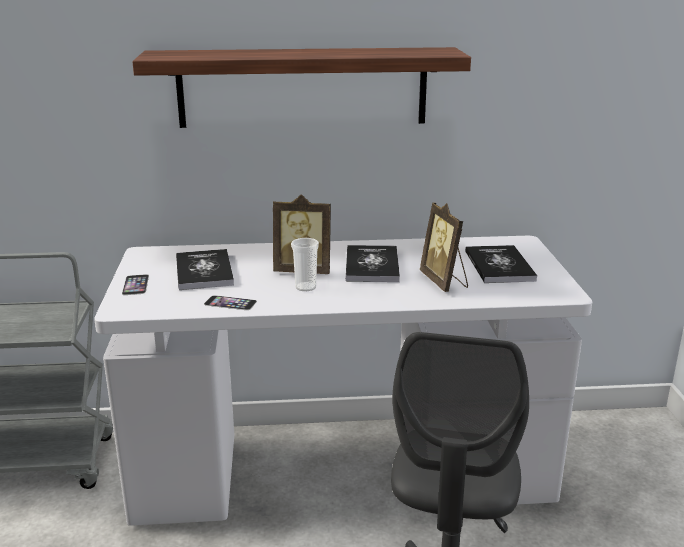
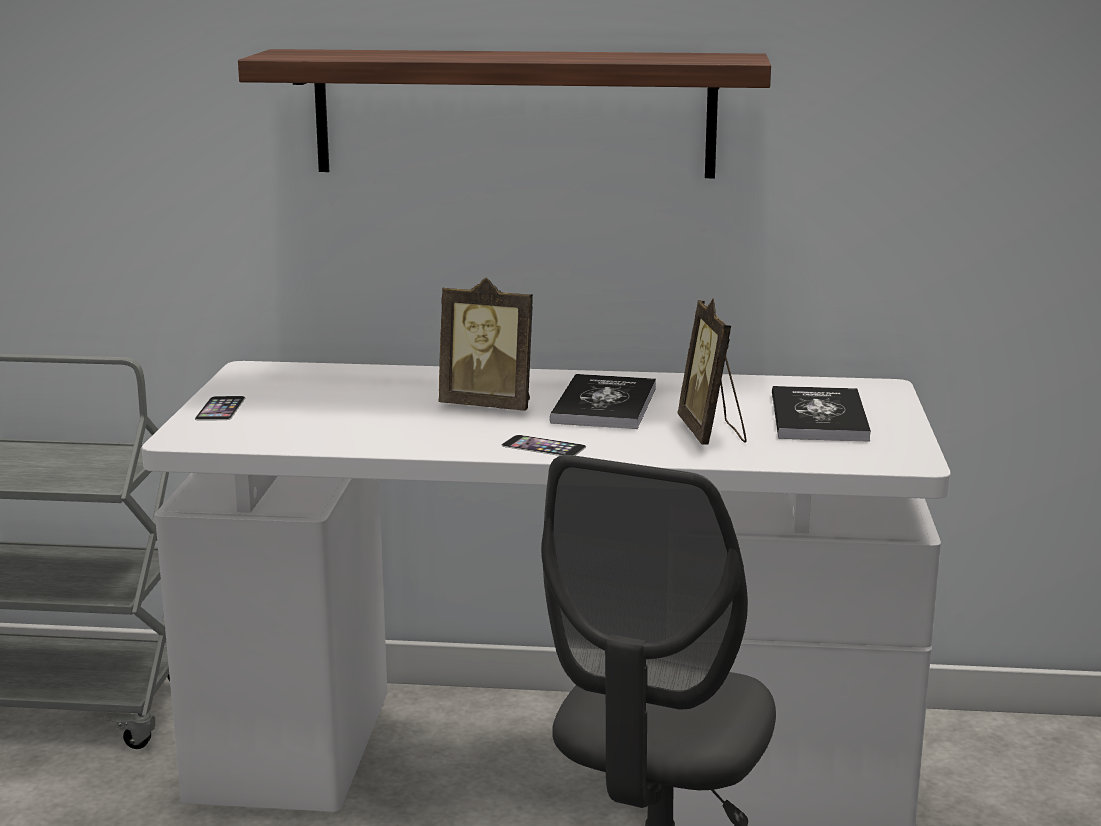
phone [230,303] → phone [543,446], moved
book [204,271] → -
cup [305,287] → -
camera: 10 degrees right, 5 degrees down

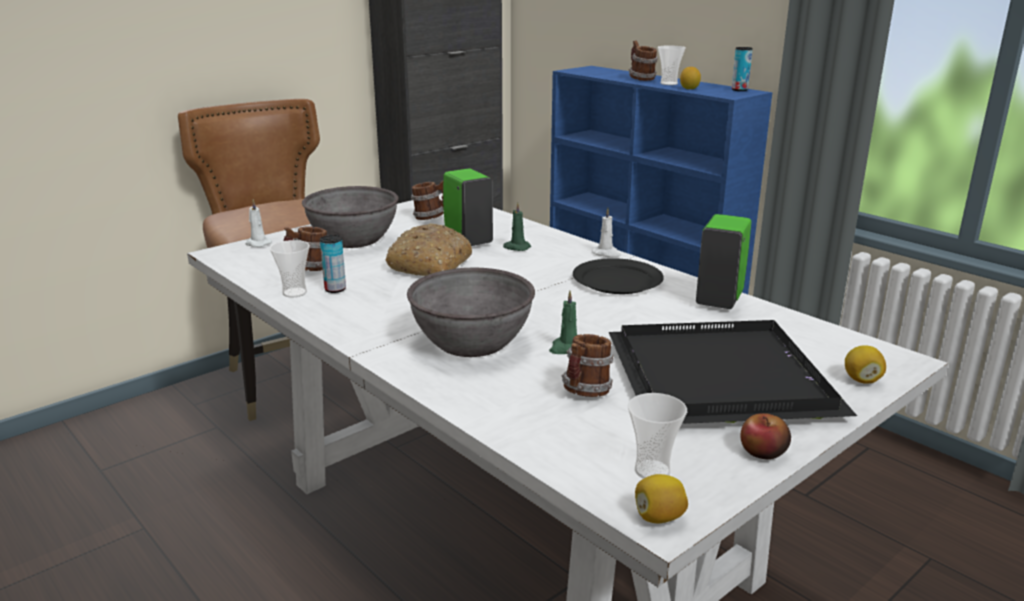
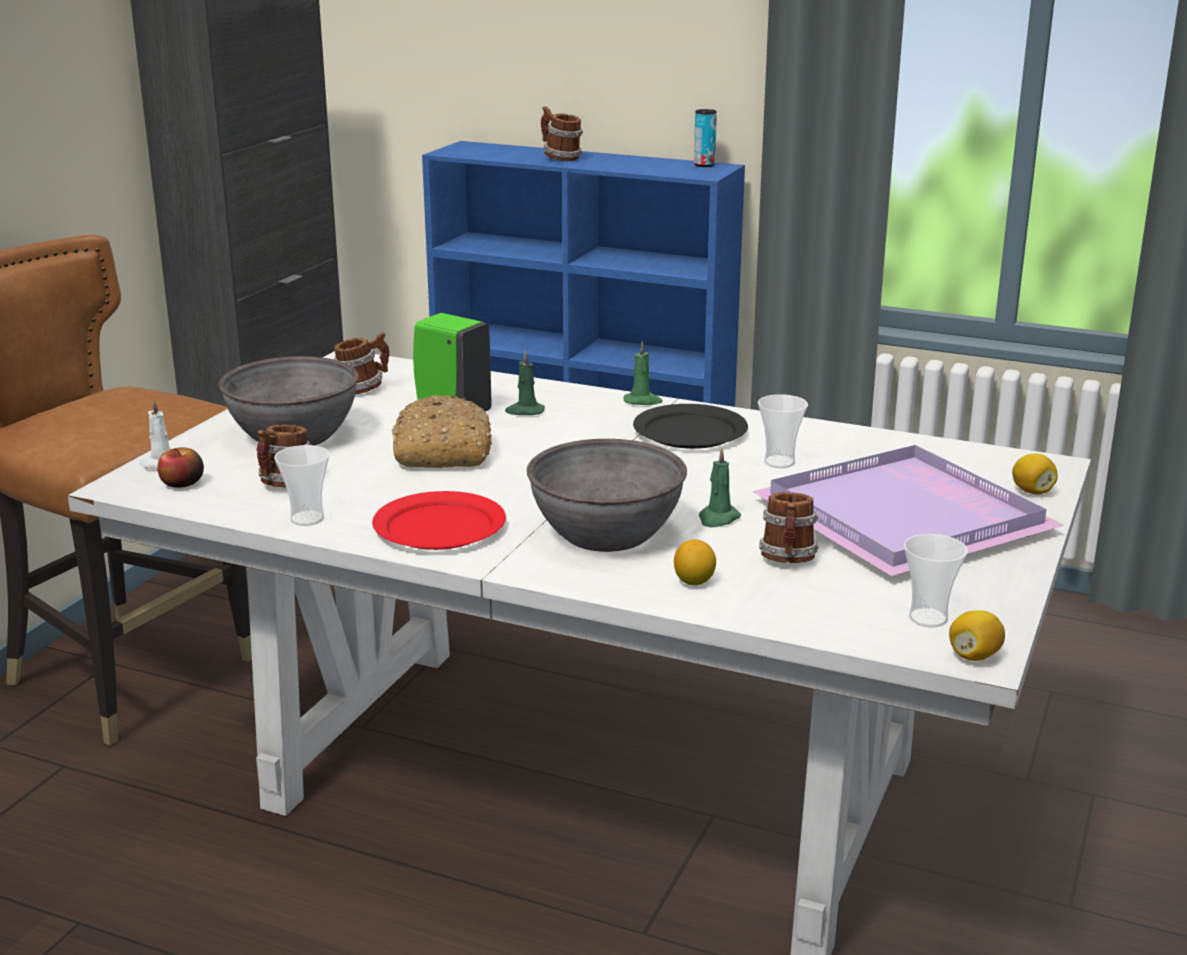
apple [763,452] → apple [182,483], moved
- → red plate [438,527]
white candle [606,254] → green candle [643,401]
lemon [689,89] → lemon [694,582], moved
black tray [725,380] → purple tray [909,518]
cup [668,83] → cup [779,462], moved
can [335,289] → -
green soap dispenser [719,300] → -
camera: 25 degrees left, 0 degrees up

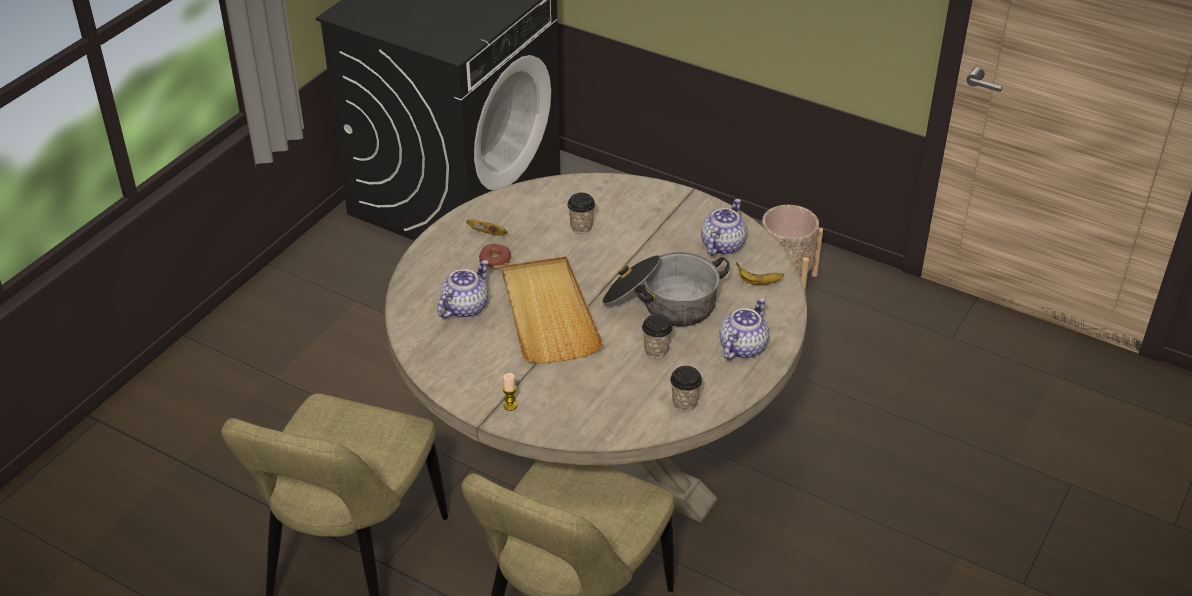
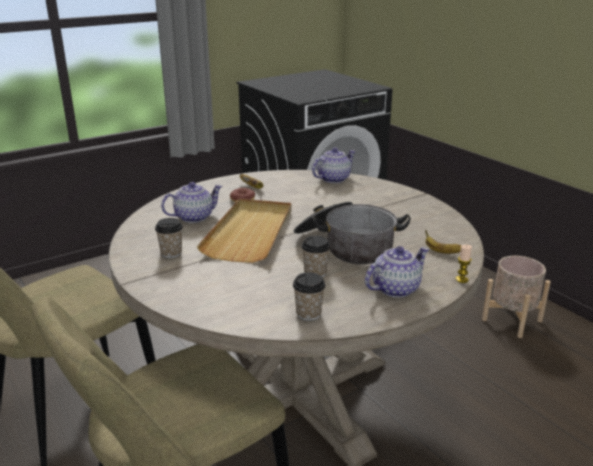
cup [581,227] → cup [171,253], moved
teapot [722,245] → teapot [333,179], moved
candle [510,405] → candle [461,279], moved
camera: 25 degrees right, 15 degrees down

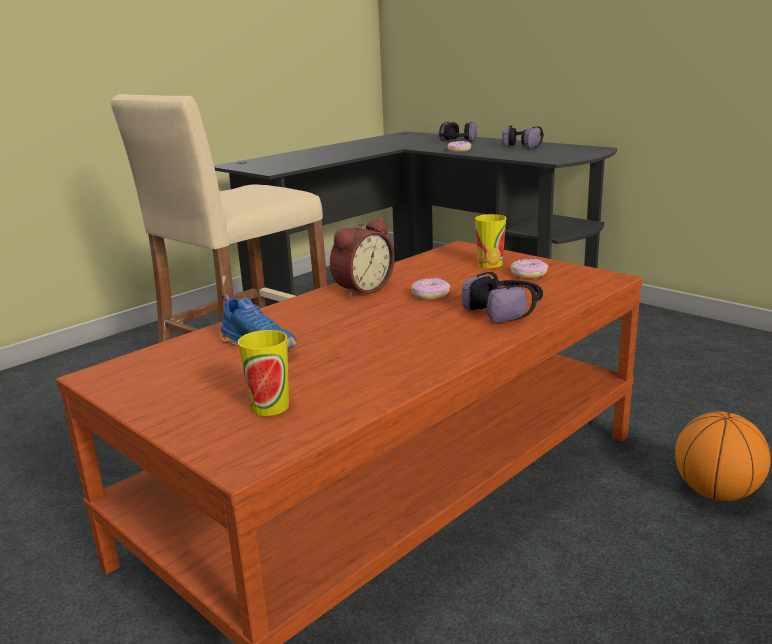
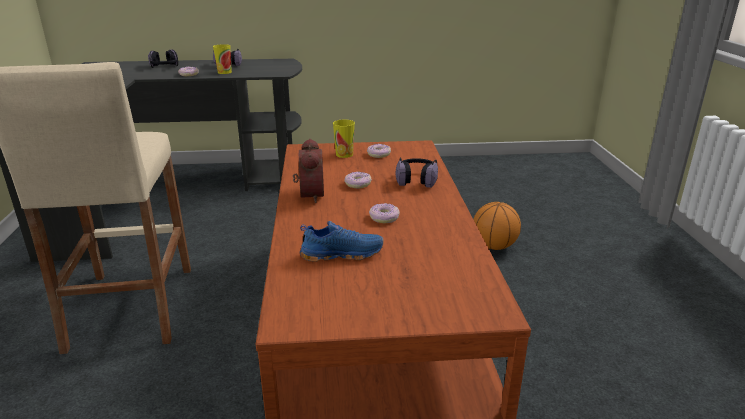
cup [270,406] → cup [224,72], moved
- → donut [384,218]
camera: 50 degrees left, 5 degrees up

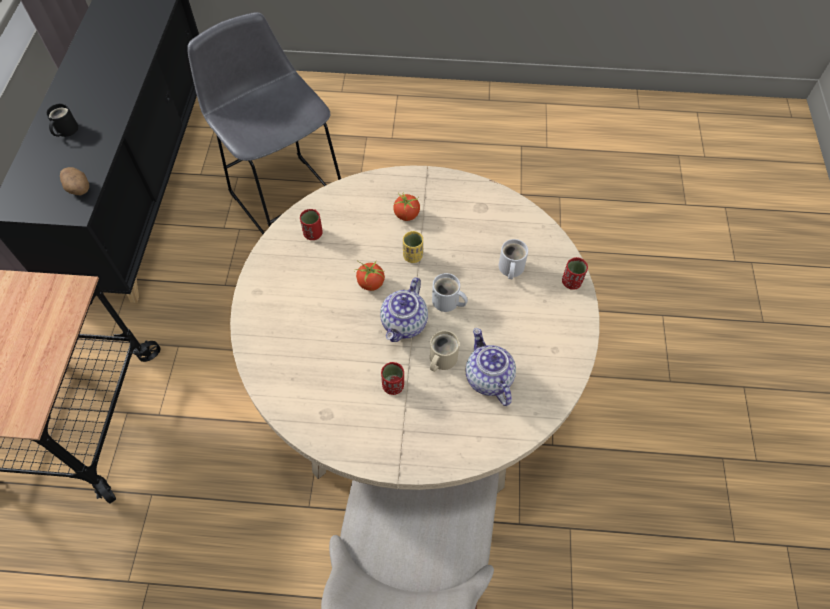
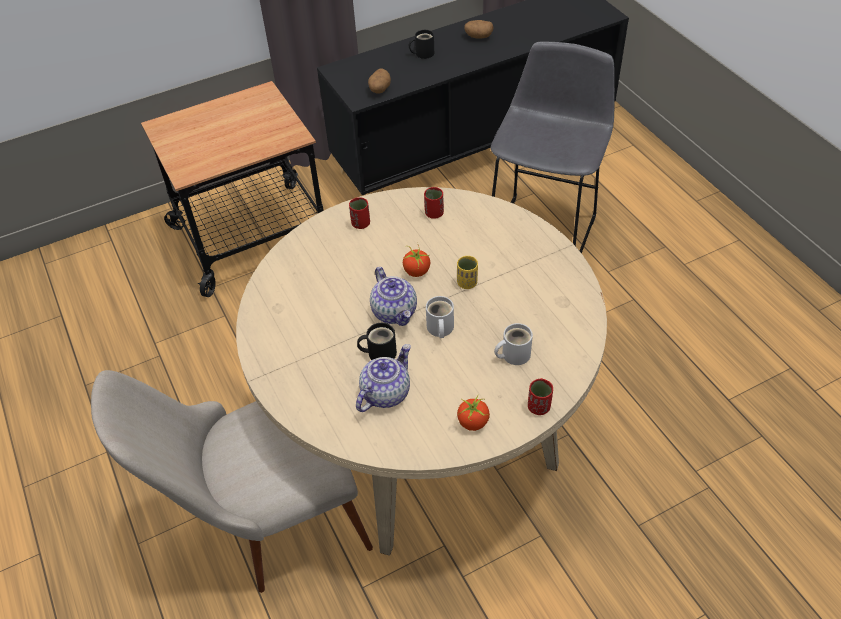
red cup [393,386] → red cup [361,224], moved
beige mug [441,359] → black mug [379,352]
teapot [404,324] → teapot [395,312], 105 degrees counterclockwise
tomato [407,215] → tomato [473,422], moved
- → potato [478,37]
camera: 60 degrees right, 10 degrees down

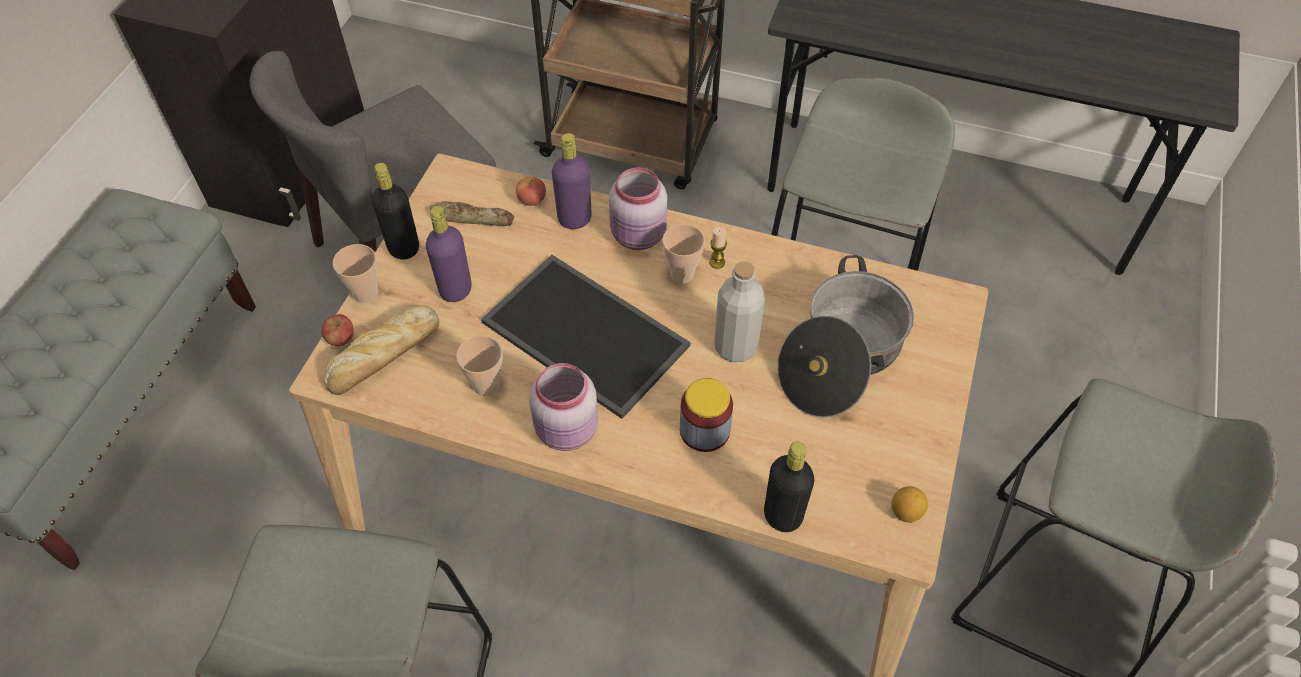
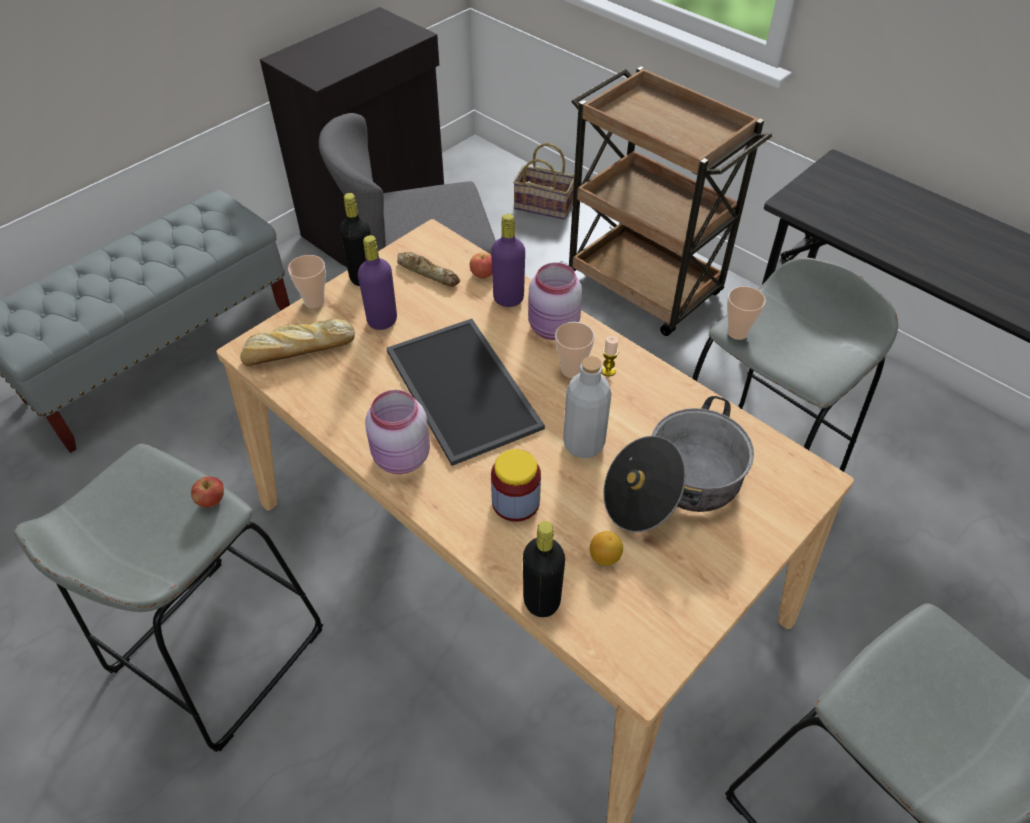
apple [341,339] → apple [211,500], moved
- → basket [545,206]
lemon [906,512] → lemon [604,557], moved
cup [486,386] → cup [737,332], moved
camera: 25 degrees right, 5 degrees down

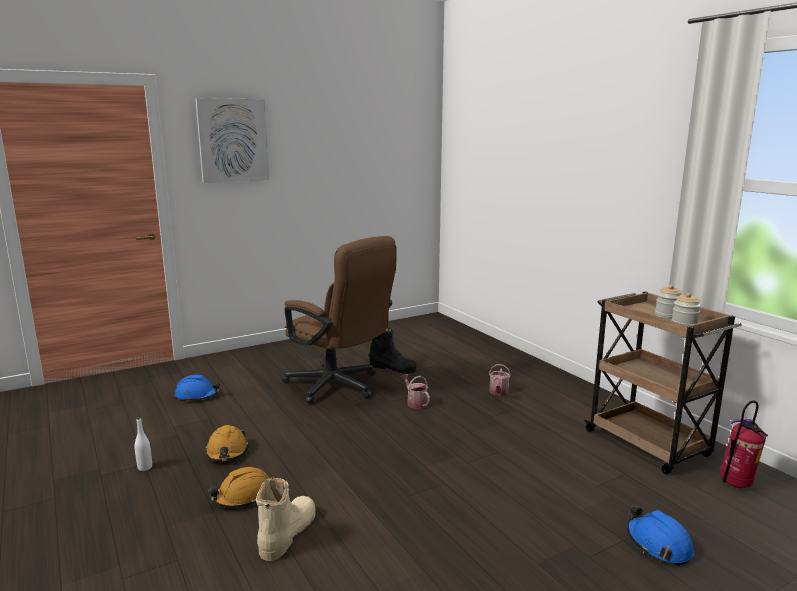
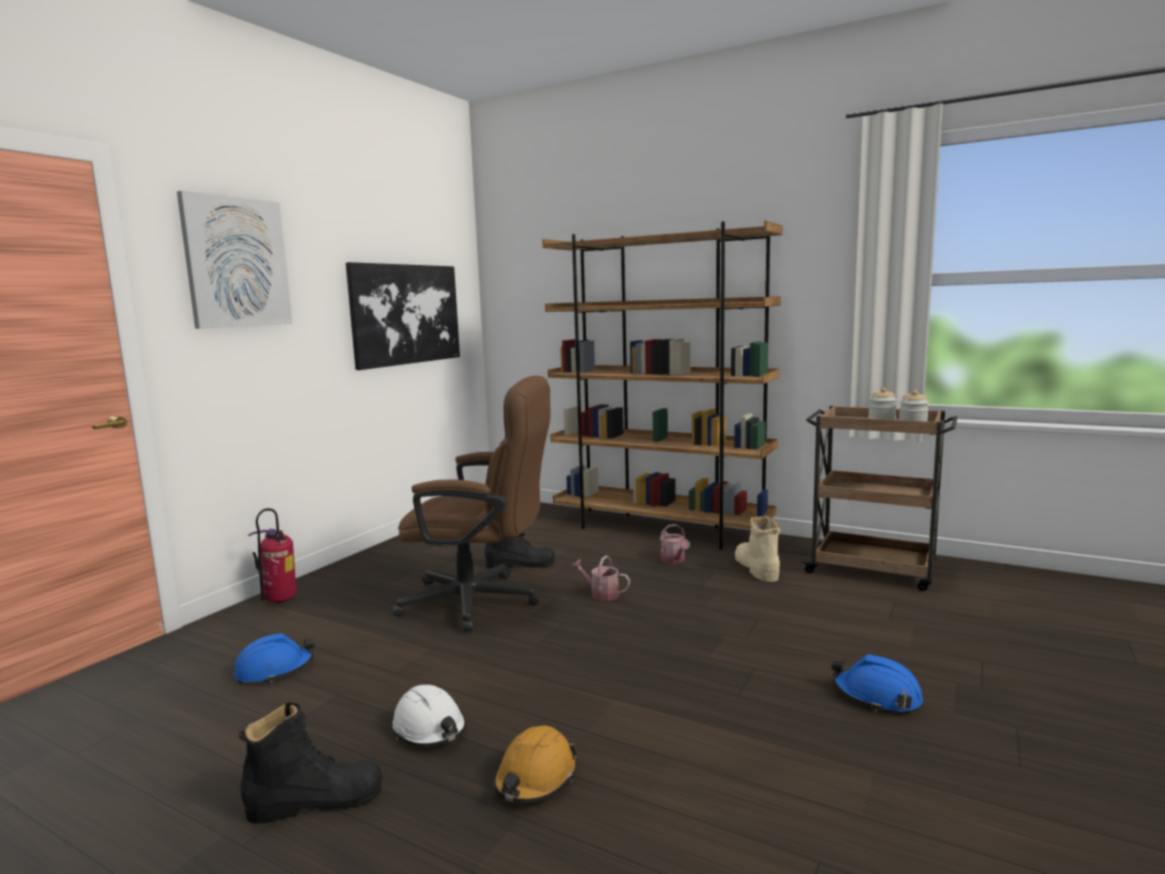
white bottle [145,467] → black boot [316,801]
fire extinguisher [736,485] → fire extinguisher [280,601], moved
- → picture [406,314]
orange hard hat [227,452] → white hard hat [430,729]
- → brown bookcase [661,529]
beige boot [287,533] → beige boot [756,568], moved
blue hard hat [658,544] → blue hard hat [876,696], moved
camera: 30 degrees left, 5 degrees down

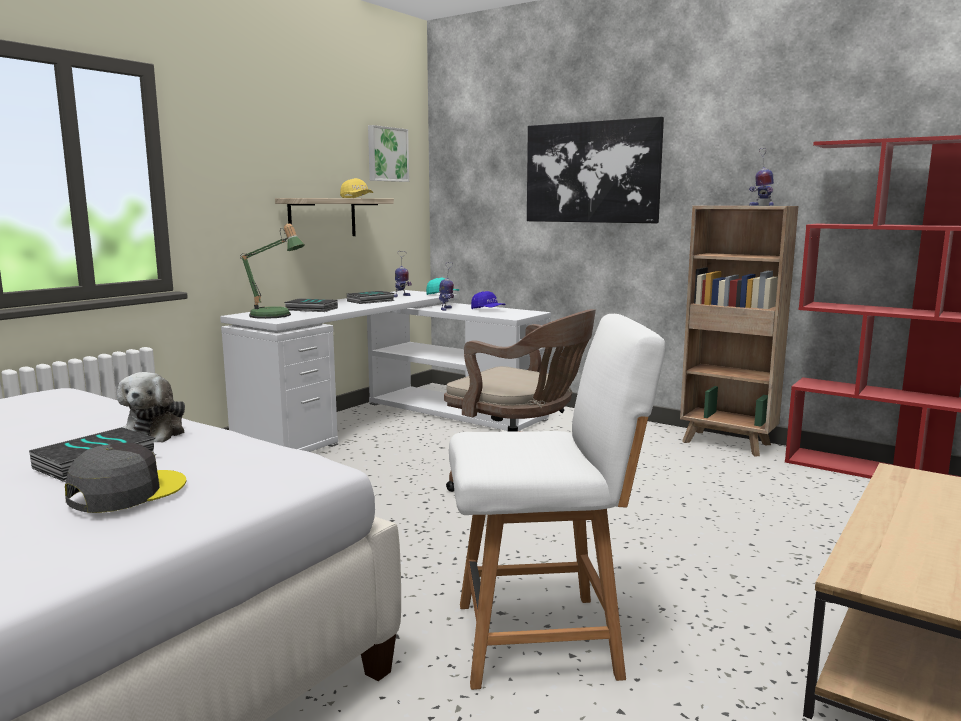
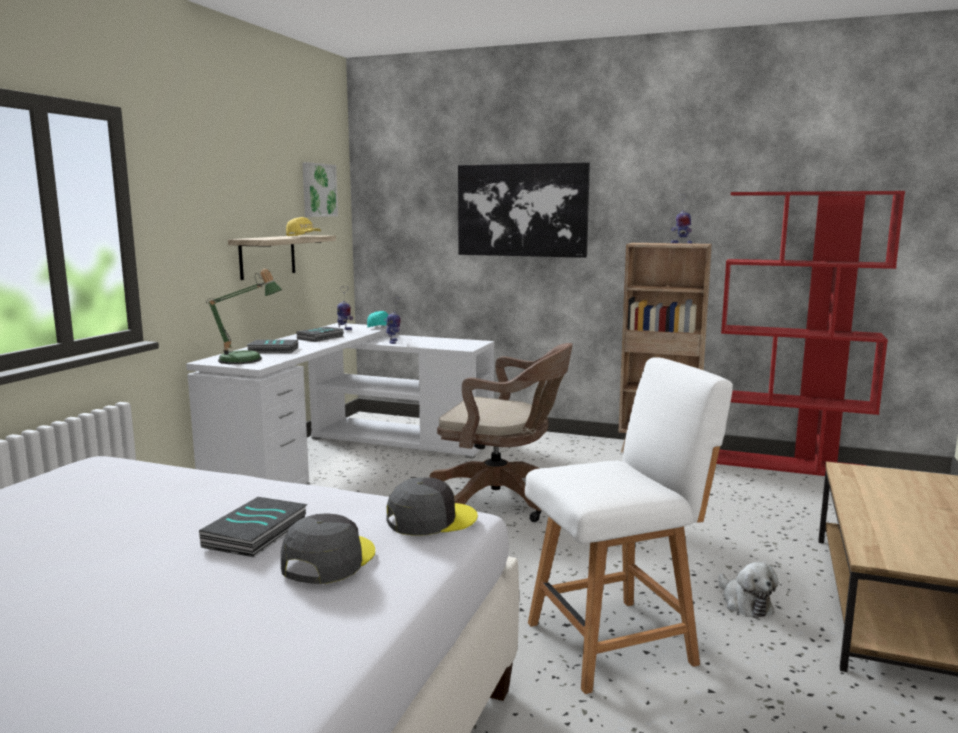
- → grey cap [430,519]
plush toy [156,432] → plush toy [745,603], moved
blue cap [488,310] → -
camera: 15 degrees left, 0 degrees up

